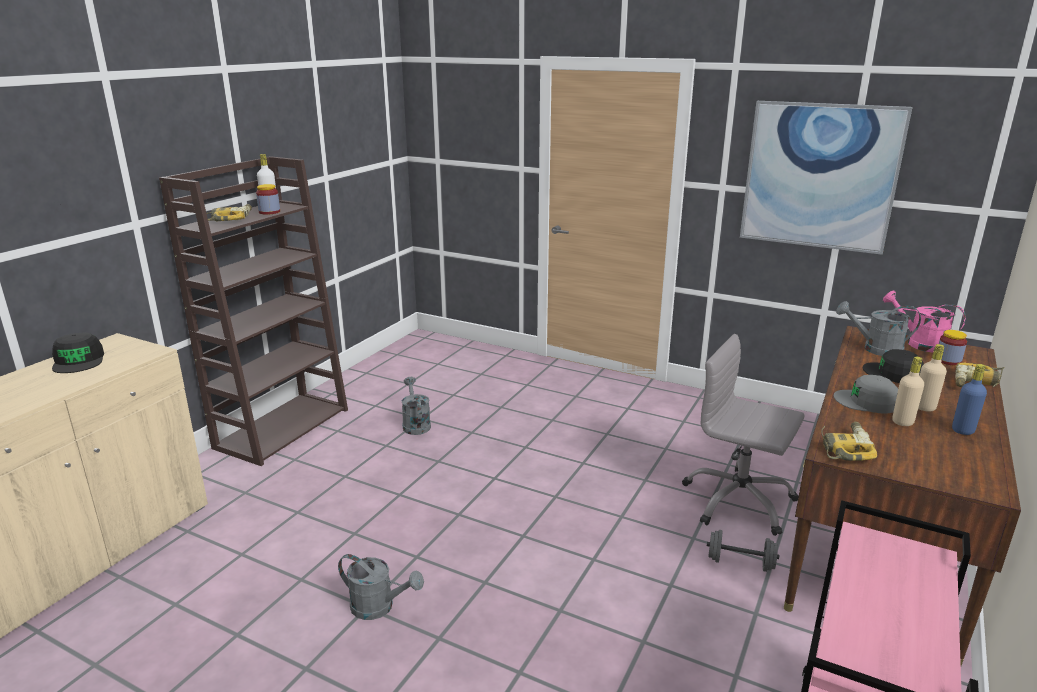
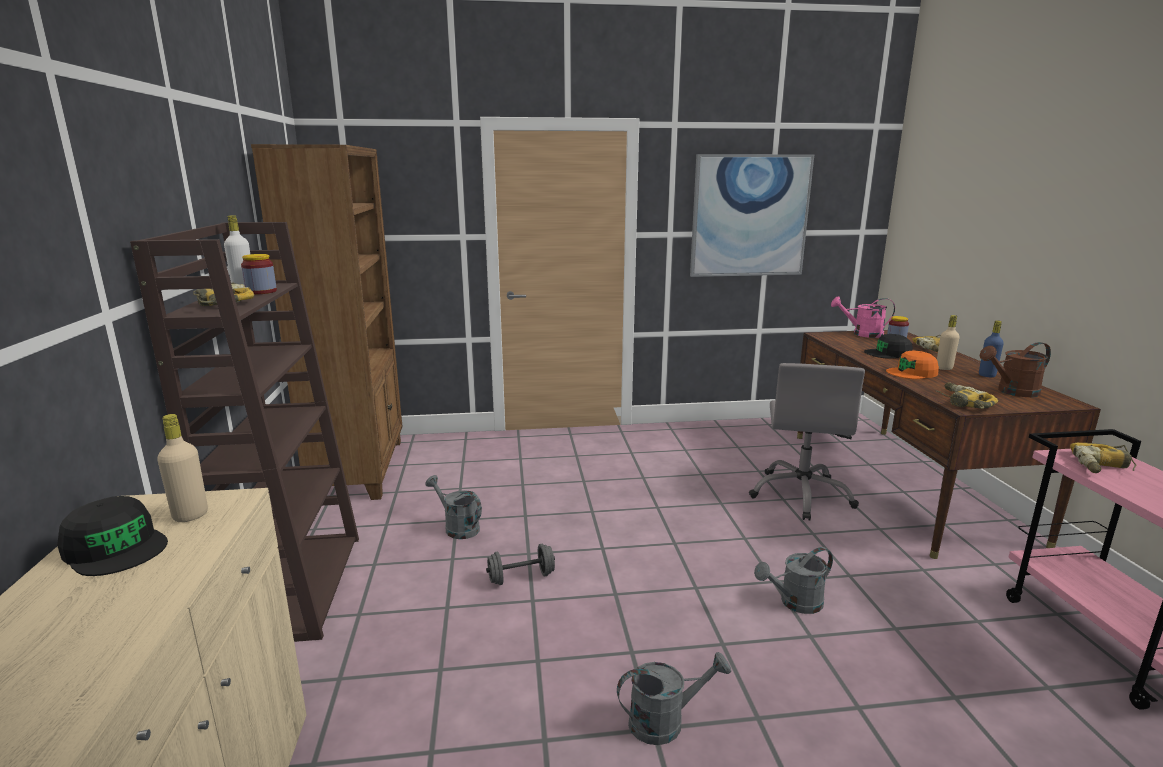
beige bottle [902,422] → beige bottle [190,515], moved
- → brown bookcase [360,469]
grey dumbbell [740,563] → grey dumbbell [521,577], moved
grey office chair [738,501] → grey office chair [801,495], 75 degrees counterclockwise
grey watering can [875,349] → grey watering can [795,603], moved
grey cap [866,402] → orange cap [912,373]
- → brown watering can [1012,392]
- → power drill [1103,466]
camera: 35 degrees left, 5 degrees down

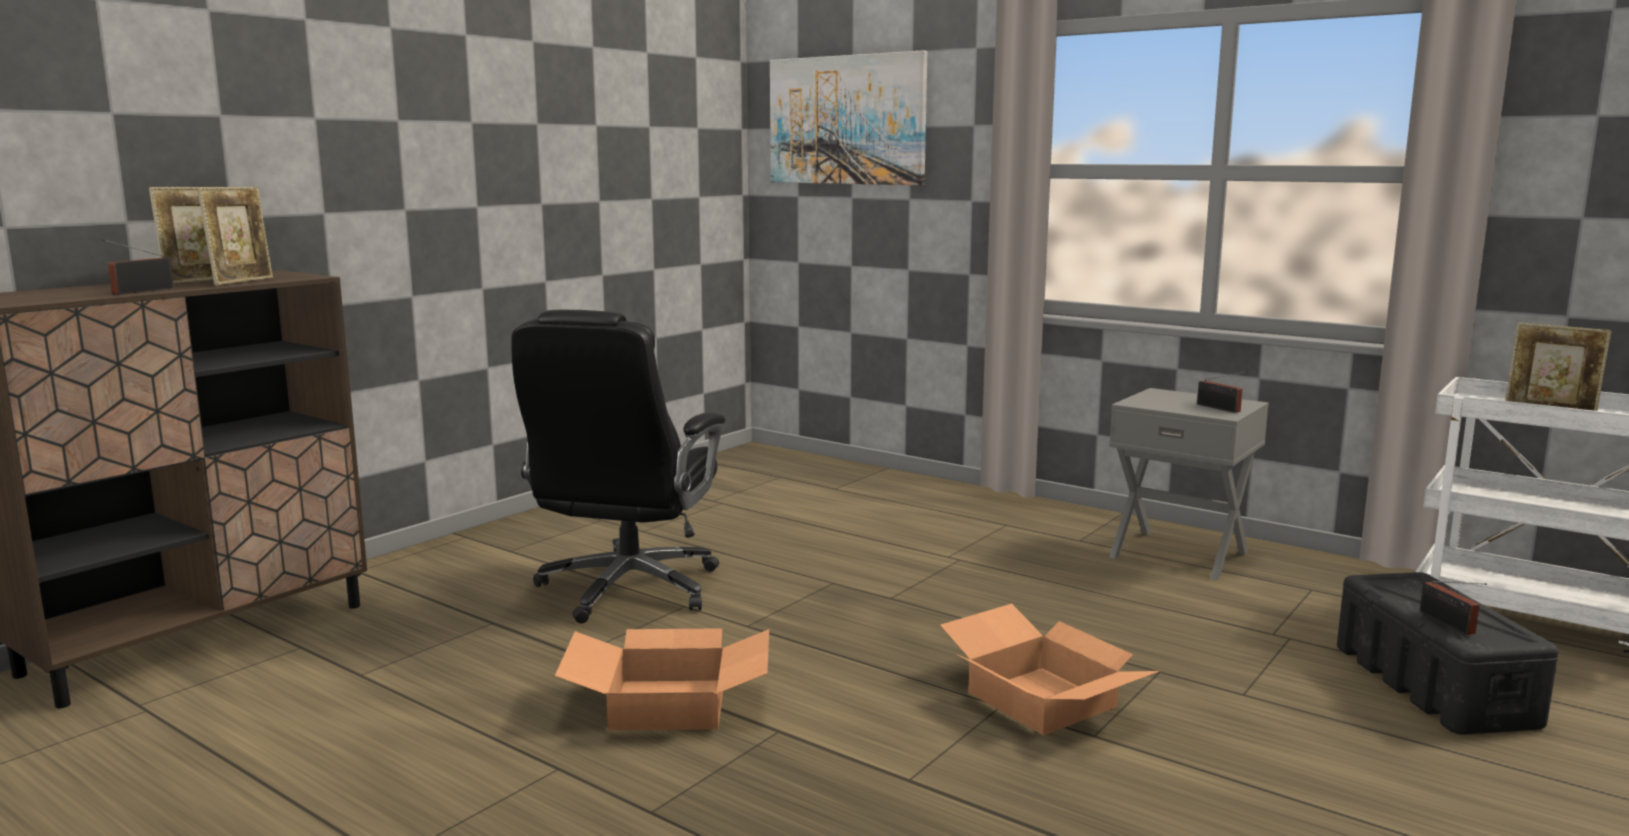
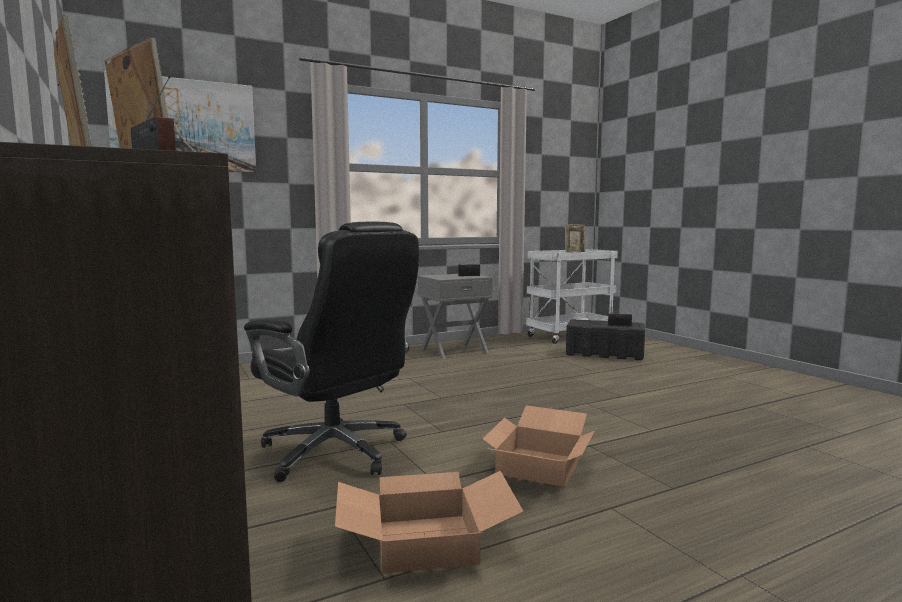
cardboard box [1039,699] → cardboard box [424,544], moved
camera: 65 degrees left, 5 degrees down

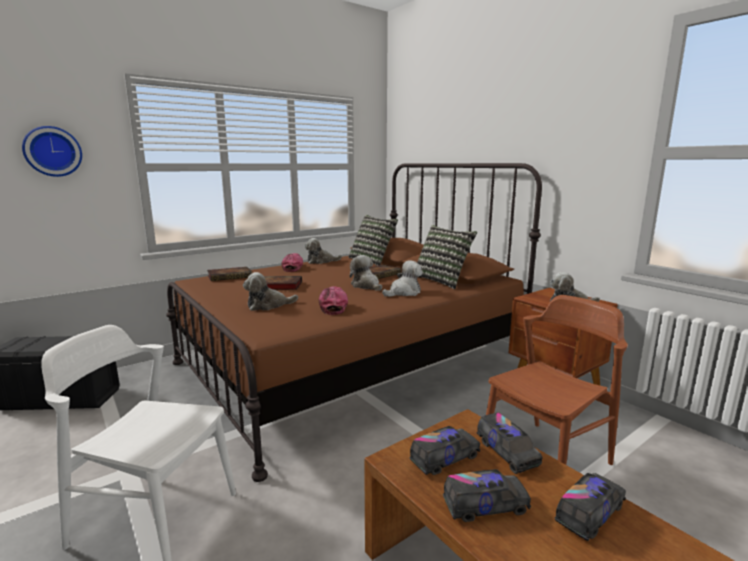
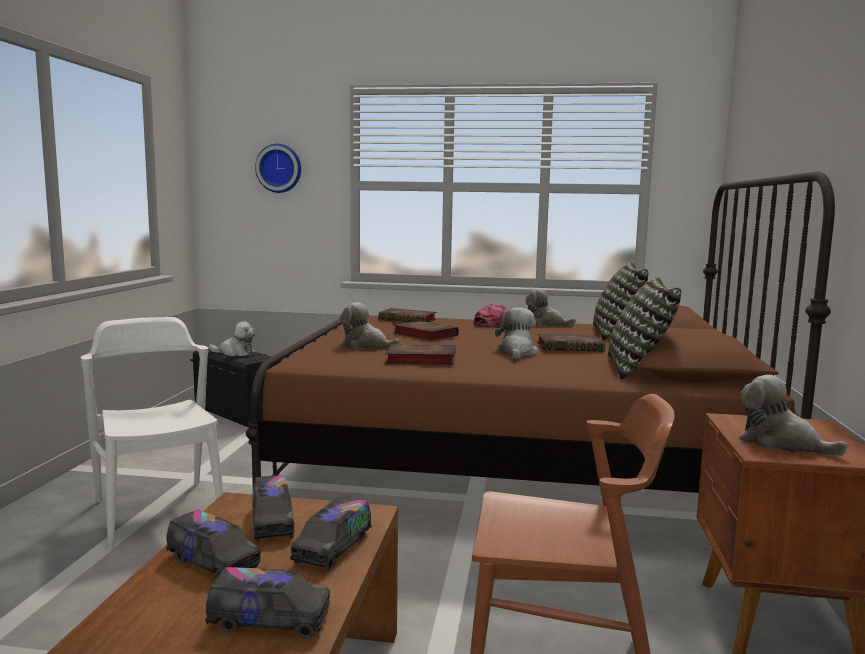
plush toy [404,292] → plush toy [235,353], moved
toy truck [444,459] → toy truck [272,523], 60 degrees clockwise
cap [332,306] → book [419,359]
camera: 45 degrees right, 5 degrees down

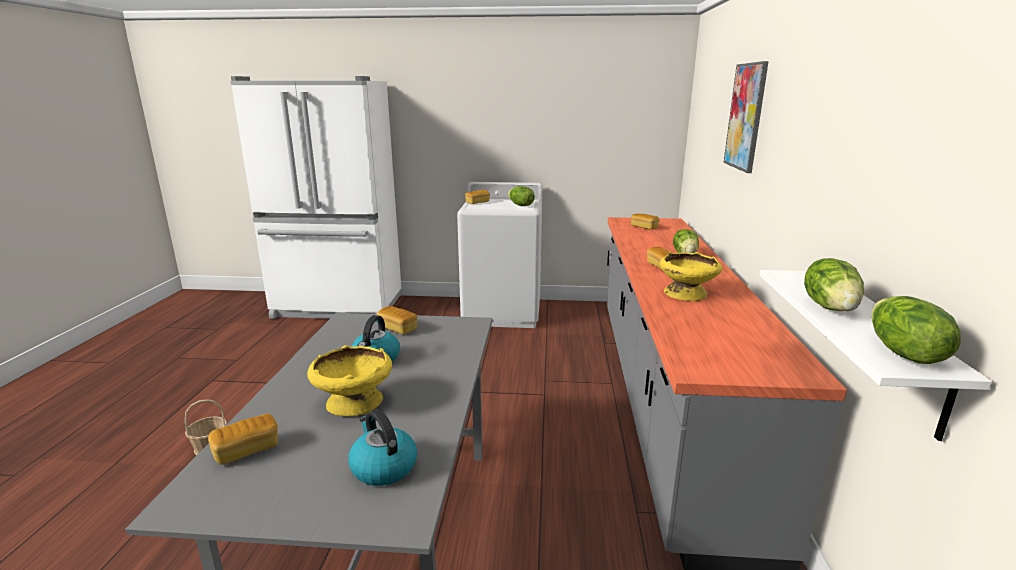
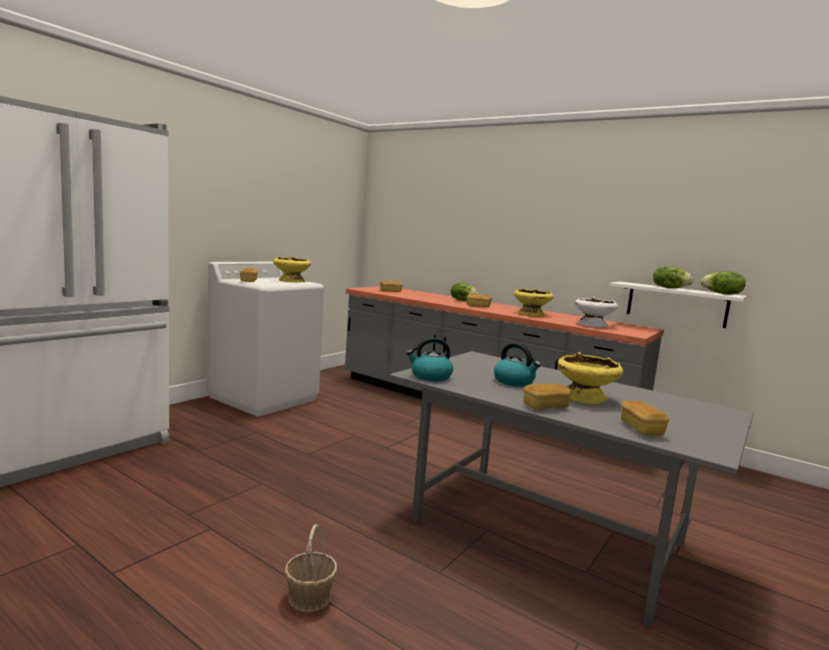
lettuce [520,205] → yellow bowl [291,281]
kettle [383,467] → kettle [430,376], moved
bread [398,328] → bread [545,406], moved
- → white bowl [593,325]
picture [746,116] → -
camera: 60 degrees left, 10 degrees down

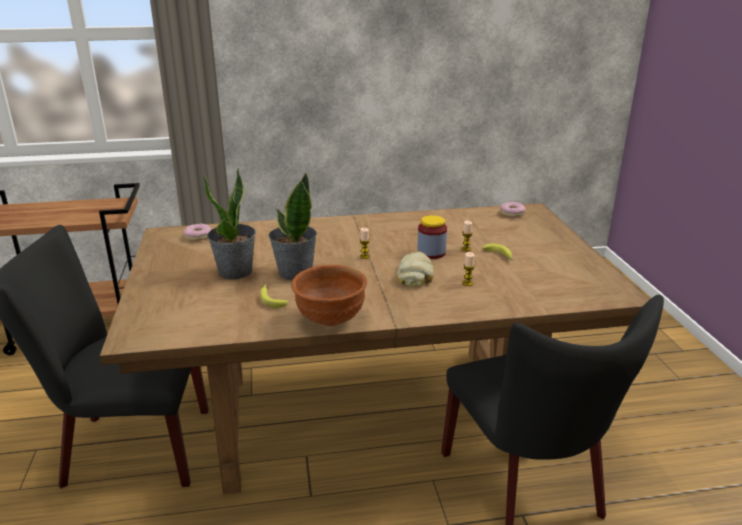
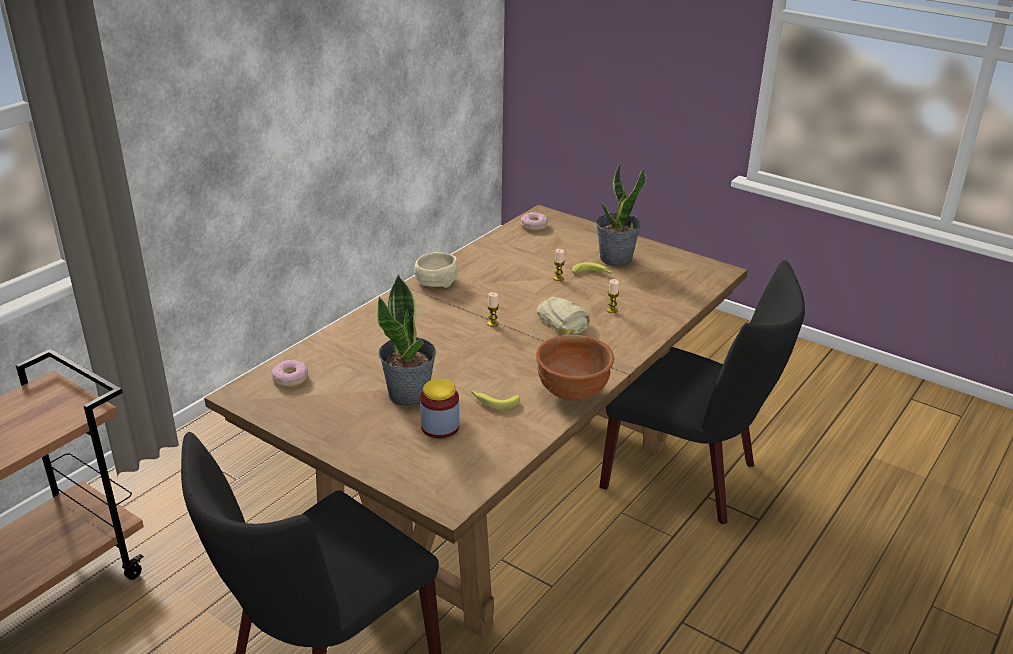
- → beige bowl [435,282]
jar [431,253] → jar [440,427], moved
potted plant [294,272] → potted plant [615,259], moved
camera: 45 degrees left, 5 degrees up

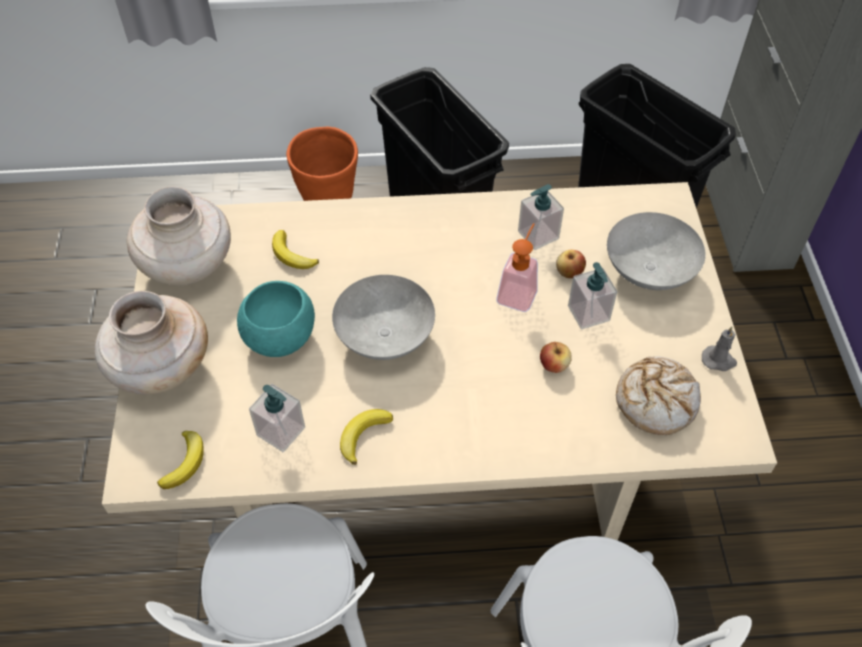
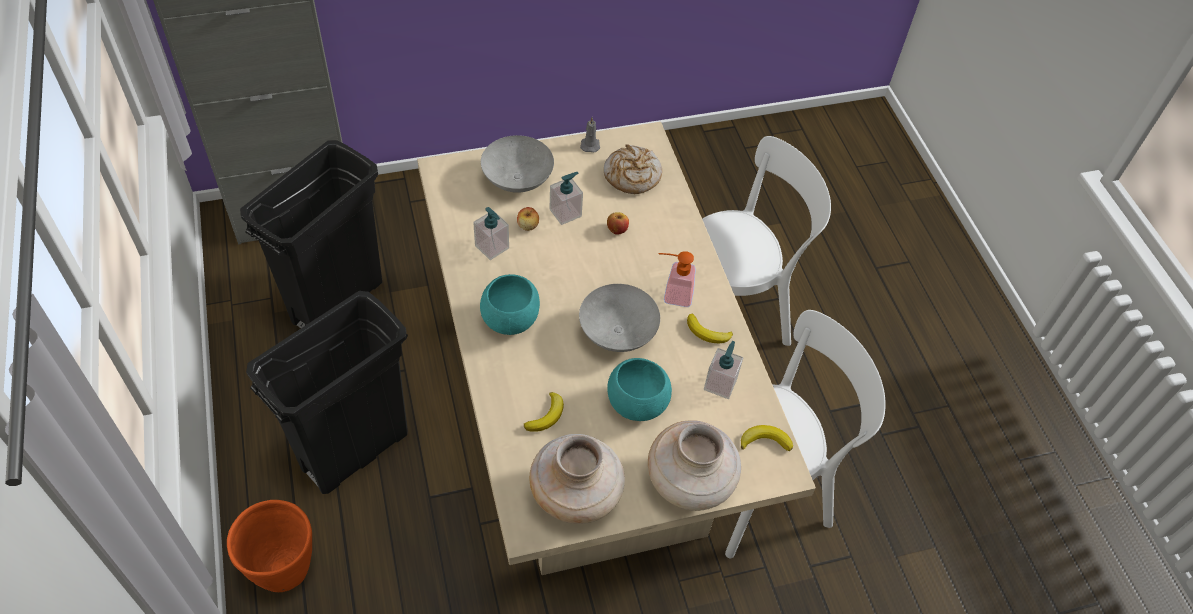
- → turquoise bowl [511,320]
soap dispenser [519,291] → soap dispenser [672,295], moved
camera: 105 degrees left, 0 degrees up

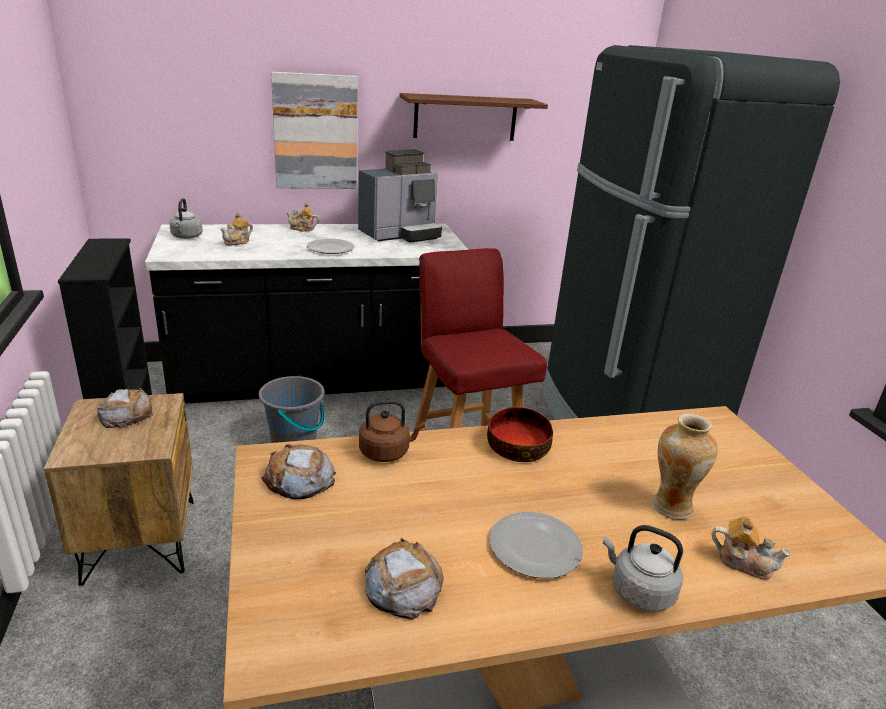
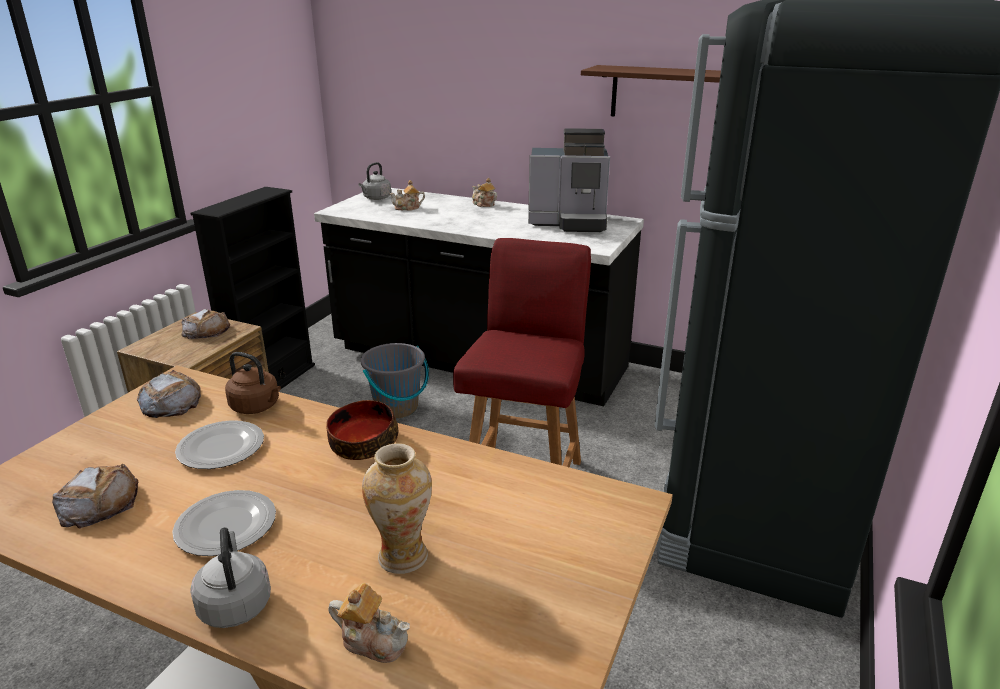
plate [330,248] → plate [220,447], moved
teapot [743,562] → teapot [373,641], 45 degrees counterclockwise
picture [315,132] → -
camera: 40 degrees right, 0 degrees up

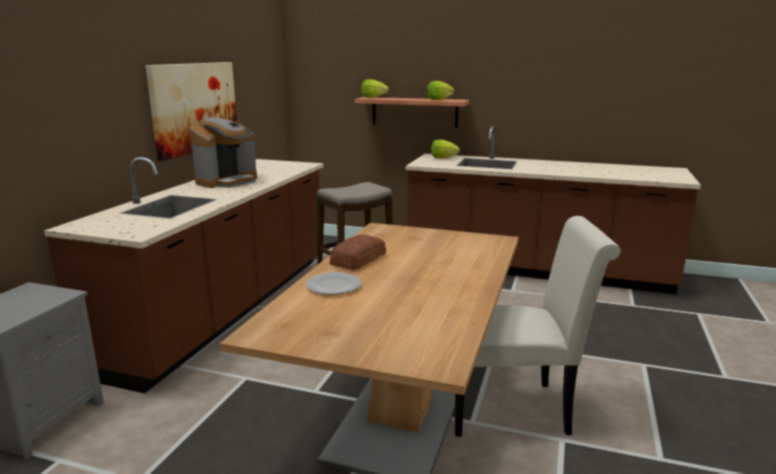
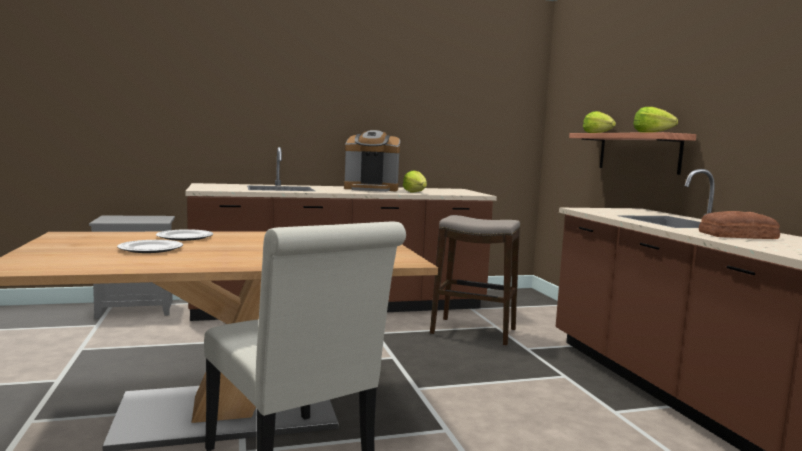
- → plate [151,249]
lettuce [443,157] → lettuce [415,192], moved
bread [357,259] → bread [736,235], moved
picture [195,107] → -
camera: 55 degrees right, 10 degrees down

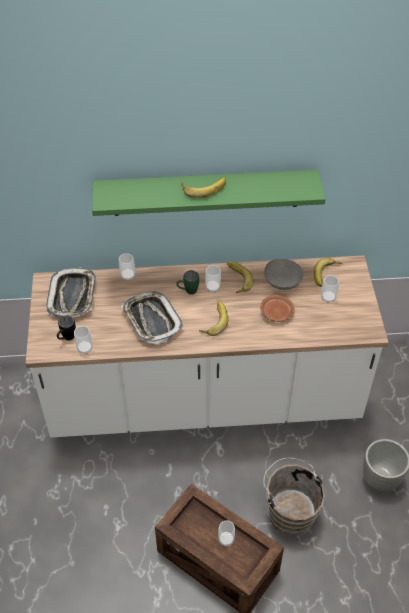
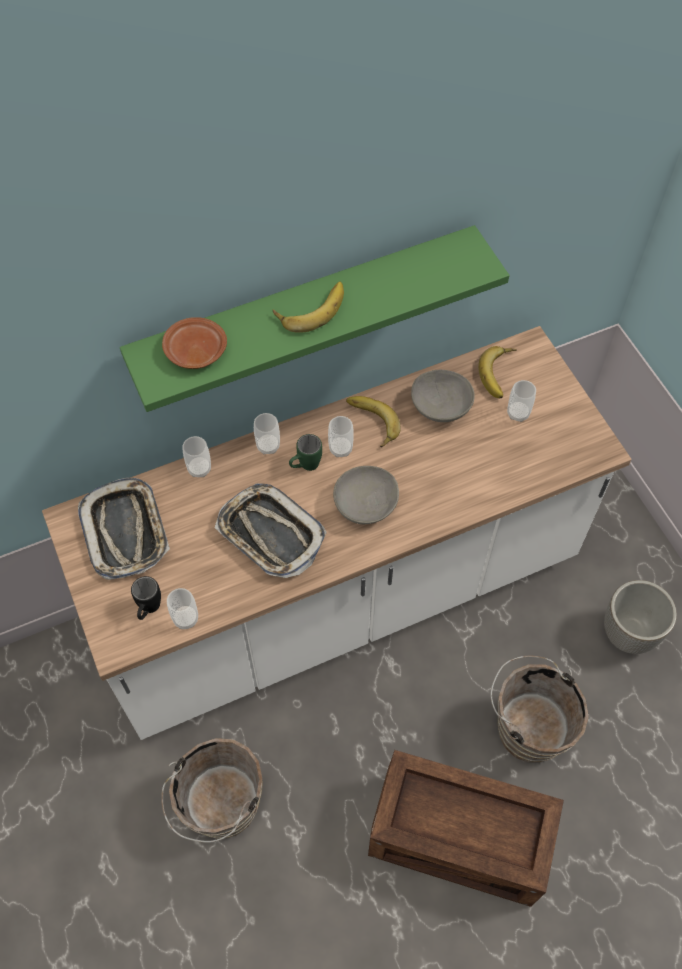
- → brown bucket [219,809]
brown plate [276,312] → brown plate [195,350], moved
cup [226,539] → cup [268,446], moved
banana [213,320] → grey bowl [365,504]
camera: 20 degrees left, 10 degrees up

